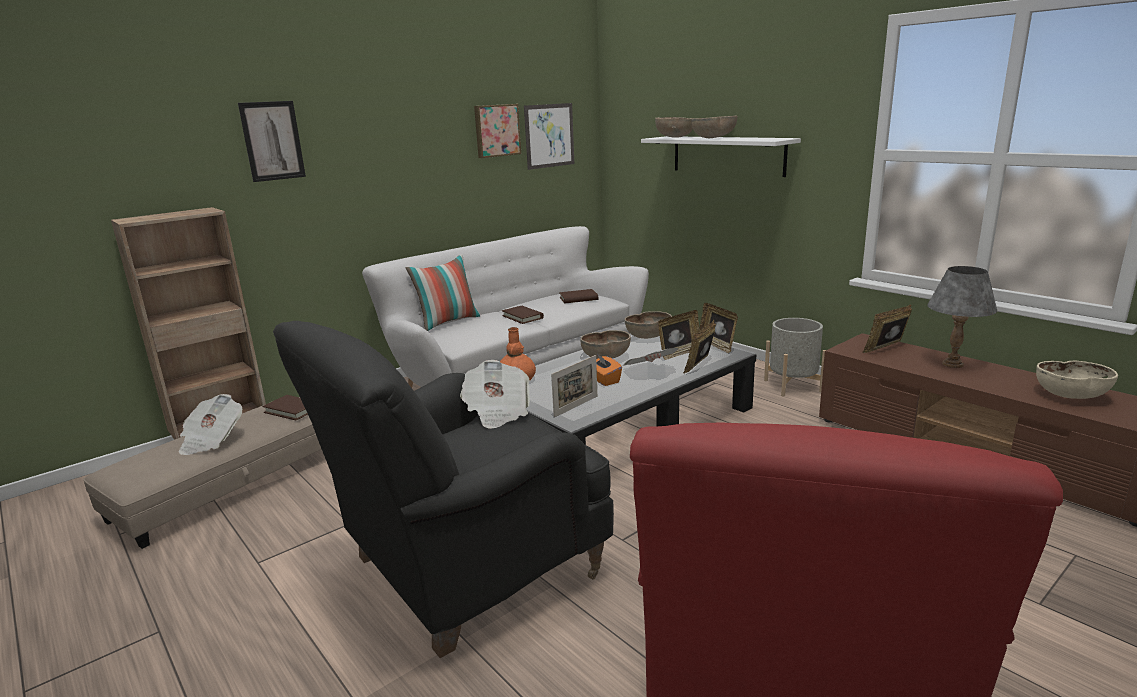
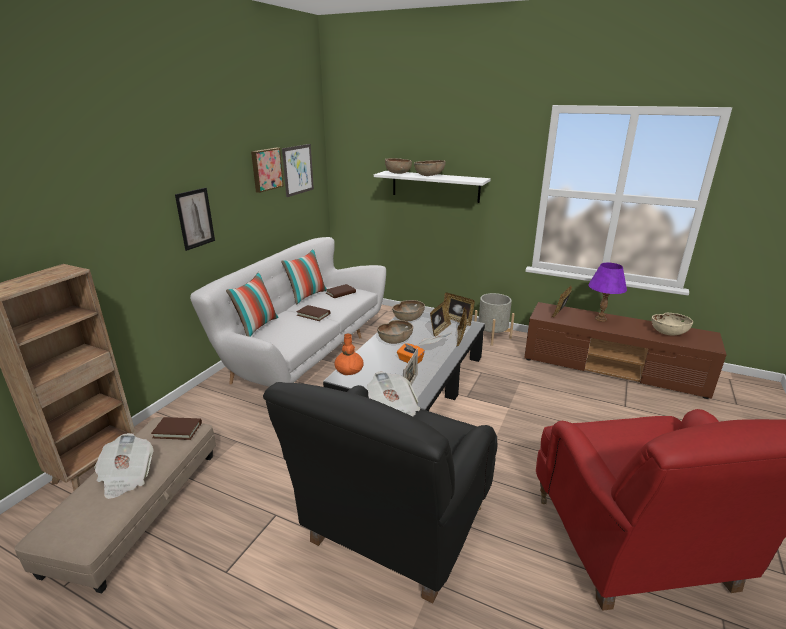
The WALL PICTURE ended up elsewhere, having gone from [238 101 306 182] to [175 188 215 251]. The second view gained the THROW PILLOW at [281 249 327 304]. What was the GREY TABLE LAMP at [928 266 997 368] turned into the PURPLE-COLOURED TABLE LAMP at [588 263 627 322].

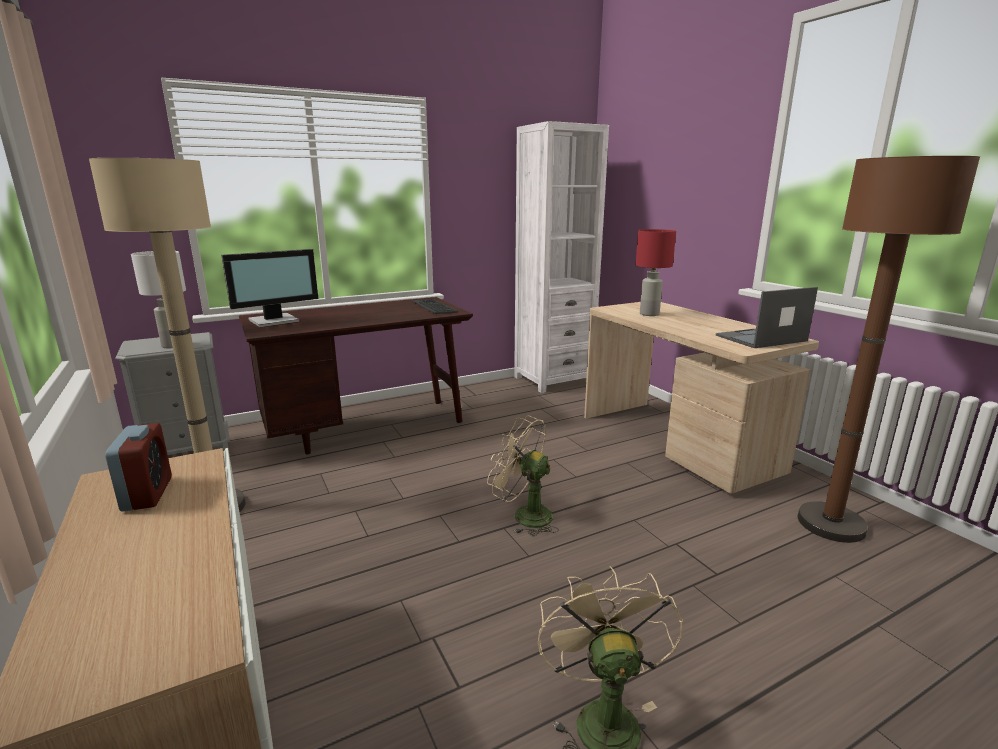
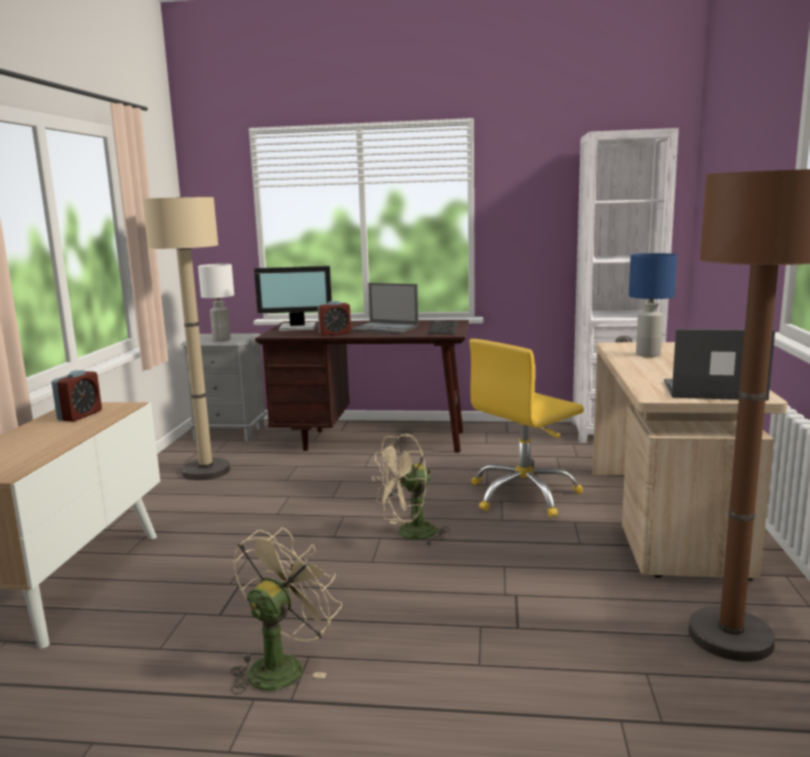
The second view gained the TABLE CLOCK at [318 301 351 336]. The second view gained the NOTEBOOK COMPUTER at [351 283 419 334]. The SAND-COLOURED ELECTRIC FAN at [487 416 559 537] ended up facing another way, 90 degrees counterclockwise from before. The second view gained the YELLOWISH COMPUTER CHAIR at [469 339 584 517]. What was the RED TABLE LAMP at [636 229 676 316] turned into the BLUE TABLE LAMP at [629 253 677 357].

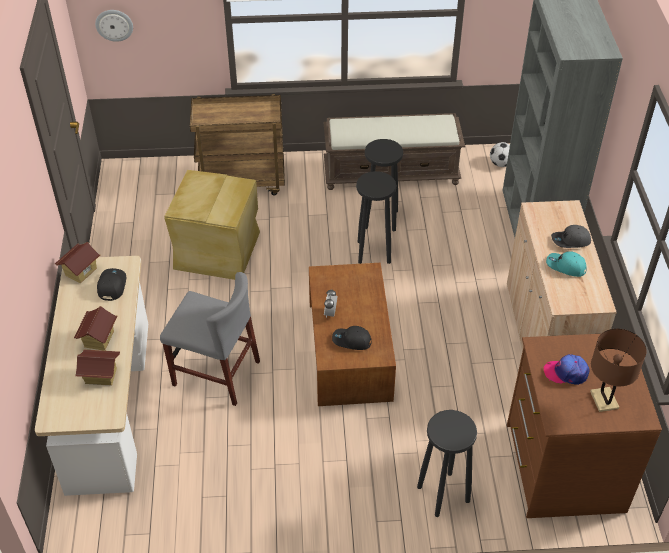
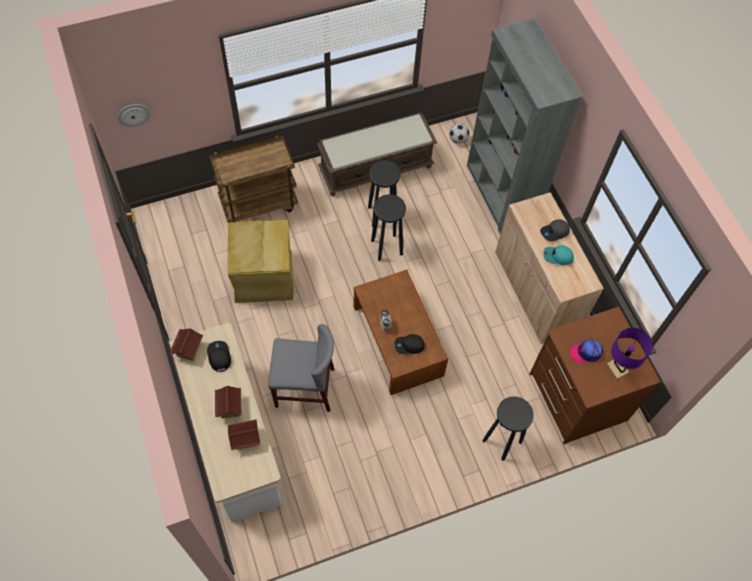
What was the BROWNISH TABLE LAMP at [590 329 647 412] turned into the PURPLE-COLOURED TABLE LAMP at [607 328 653 379].

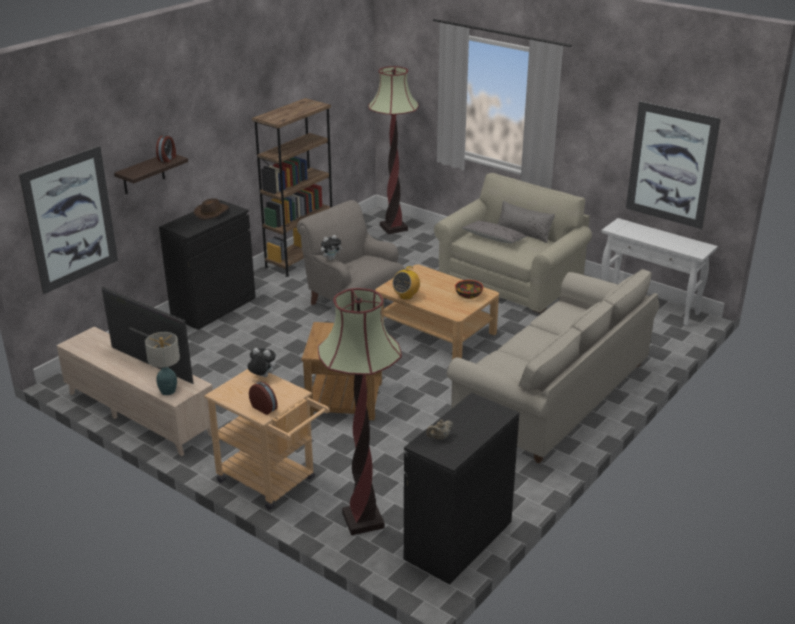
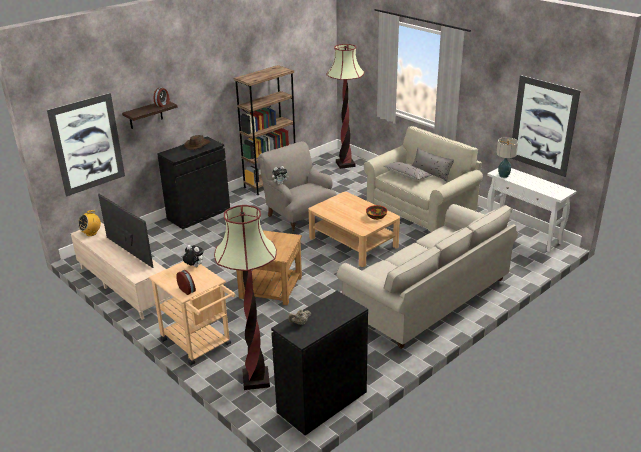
The RADIO SET ended up elsewhere, having gone from [392 266 420 300] to [78 210 101 236]. The TABLE LAMP ended up elsewhere, having gone from [145 332 180 395] to [496 137 518 178].

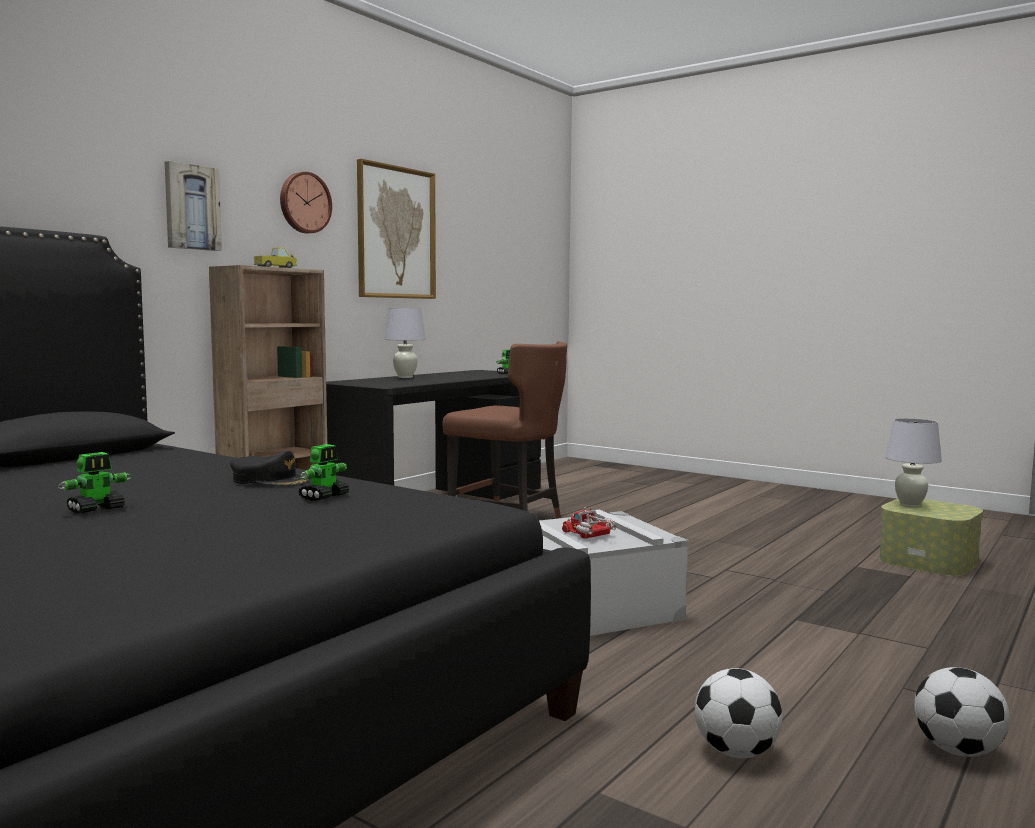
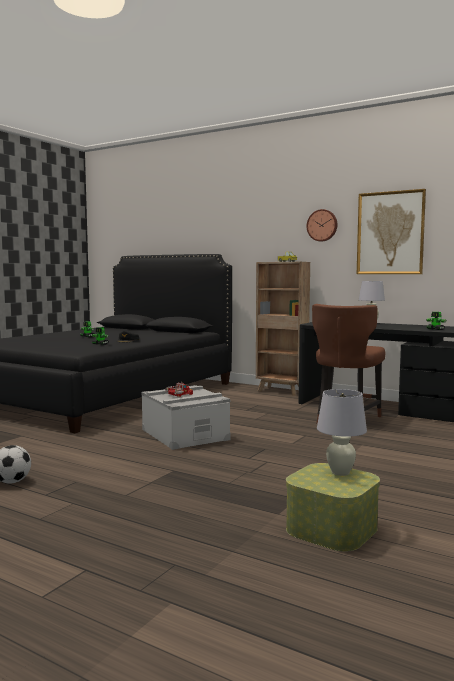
The second view lost the WALL PICTURE at [165 161 222 251]. The second view lost the BALL FOR FOOTBALL at [695 668 783 758].

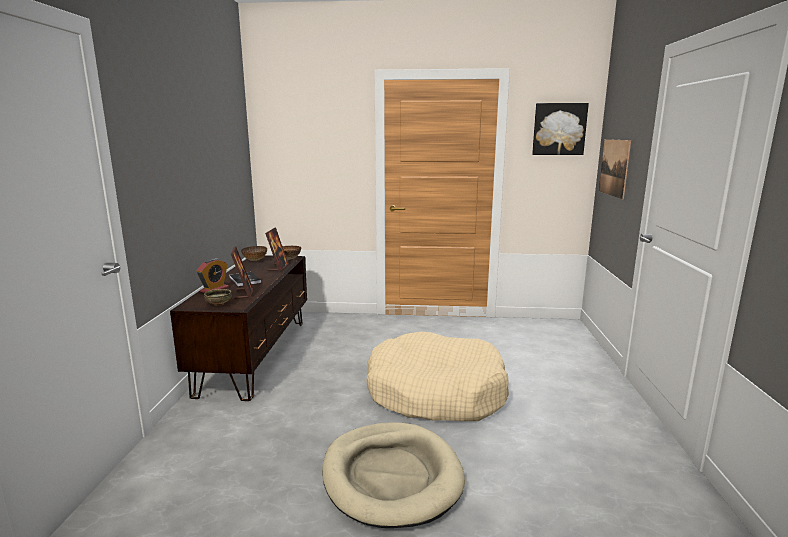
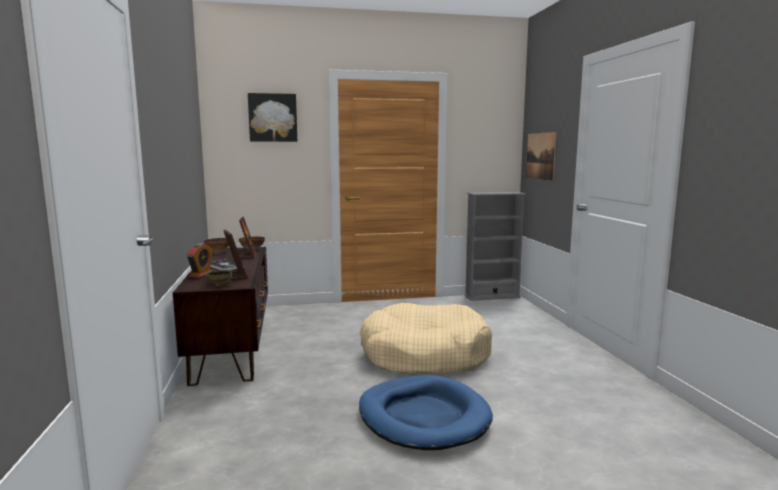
The WALL PICTURE ended up elsewhere, having gone from [532 103 589 155] to [248 93 297 142]. What was the SAND-COLOURED PET BED at [322 422 465 528] turned into the BLUE PET BED at [359 375 493 450]. The second view gained the GREY SHELVING UNIT at [464 192 526 301].

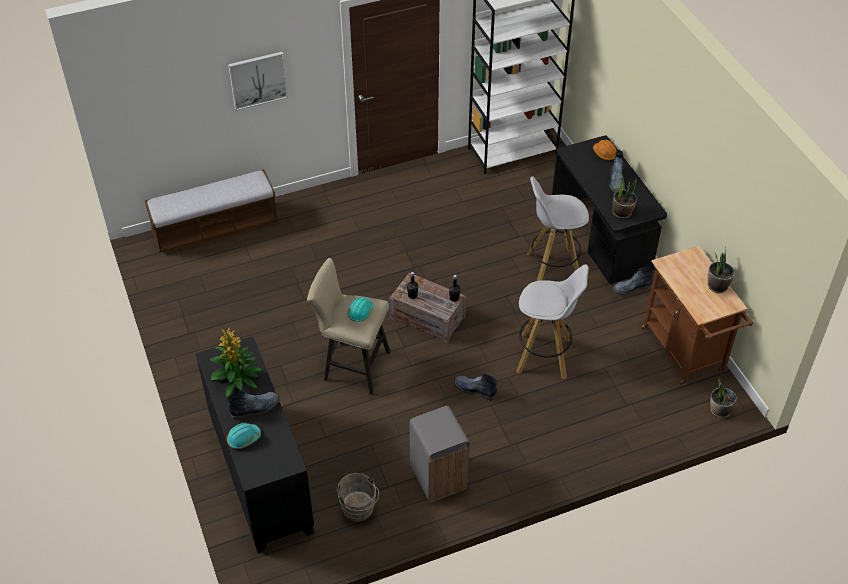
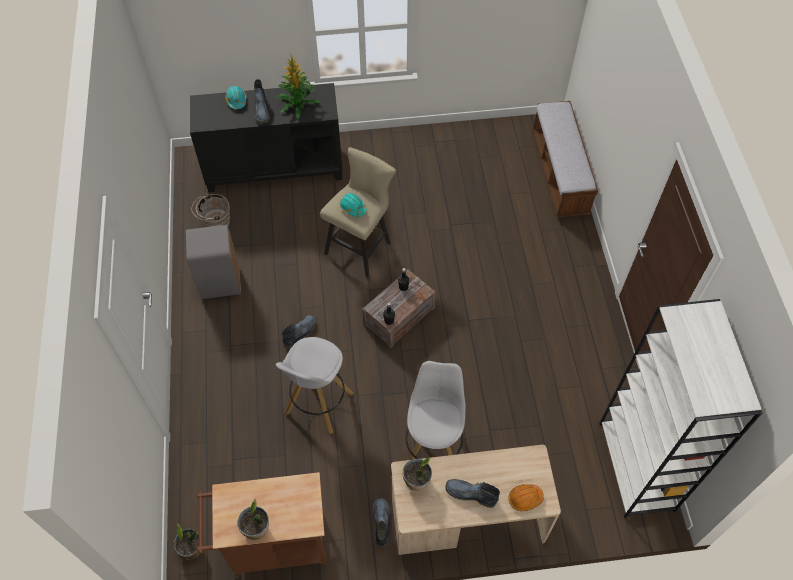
What was the BLACKISH DESK TABLE at [552 136 667 284] turned into the SAND-COLOURED DESK TABLE at [391 445 561 555]. The second view lost the WALL PICTURE at [228 52 288 111].

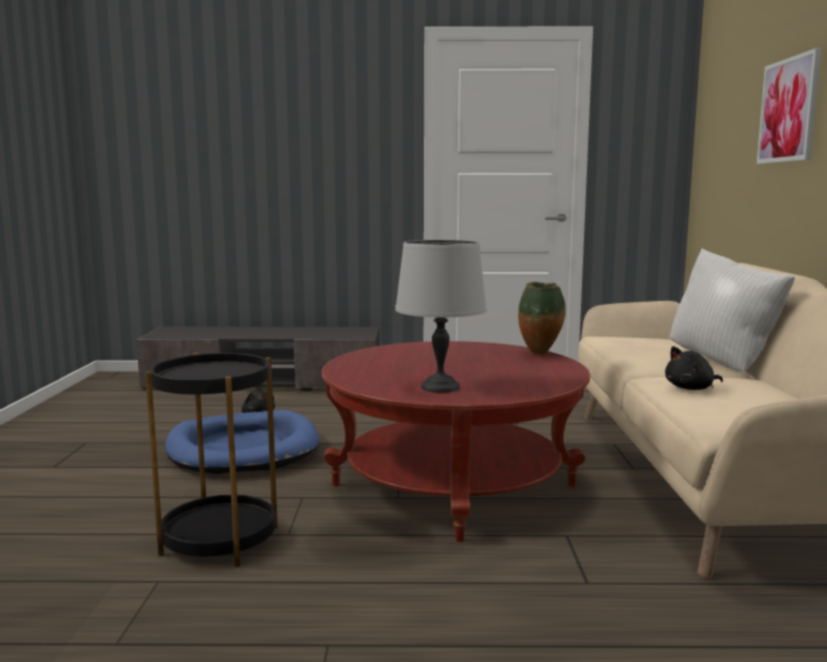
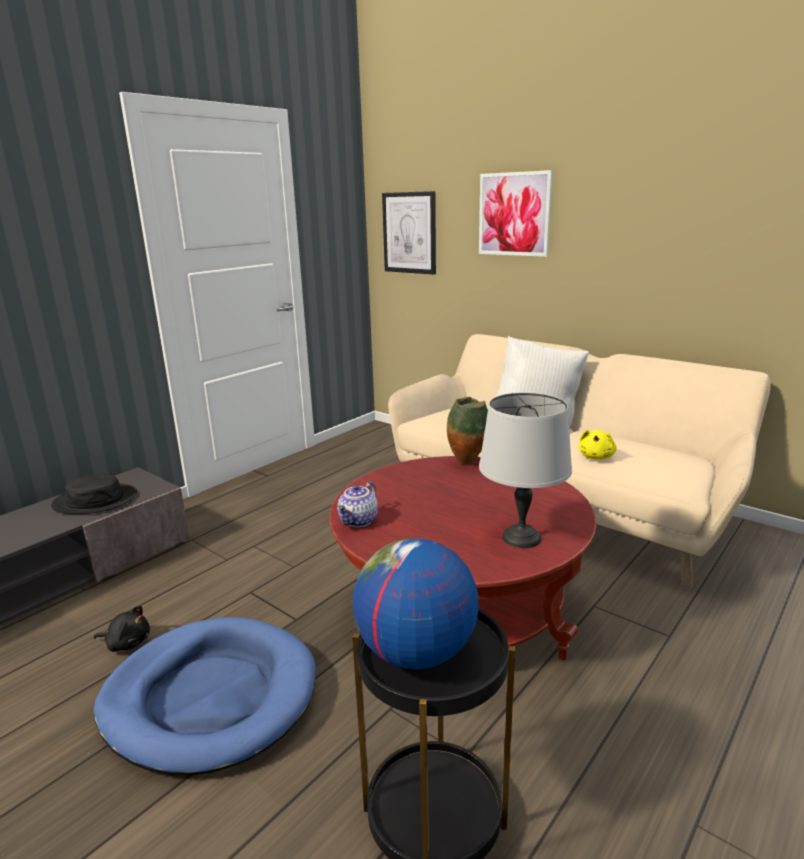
The second view gained the BLACKISH HAT at [51 474 137 514]. The second view gained the TEA POT at [337 481 378 527]. The second view gained the DESK GLOBE at [353 538 479 669]. The second view gained the WALL PICTURE at [382 191 436 275]. What was the BLACKISH CUDDLY TOY at [665 346 723 390] turned into the YELLOWISH CUDDLY TOY at [578 430 617 460].

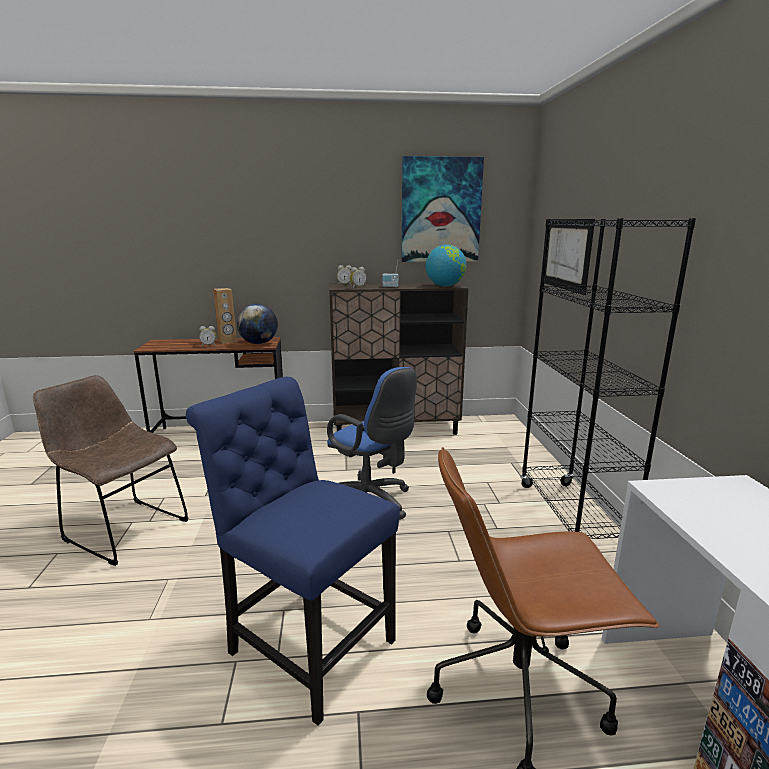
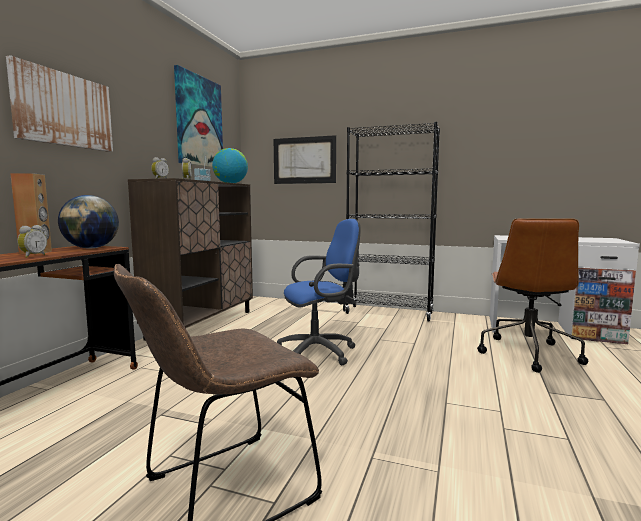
The second view gained the WALL PICTURE at [6 55 113 152]. The second view lost the BLUE UPRIGHT CHAIR at [186 377 400 726].

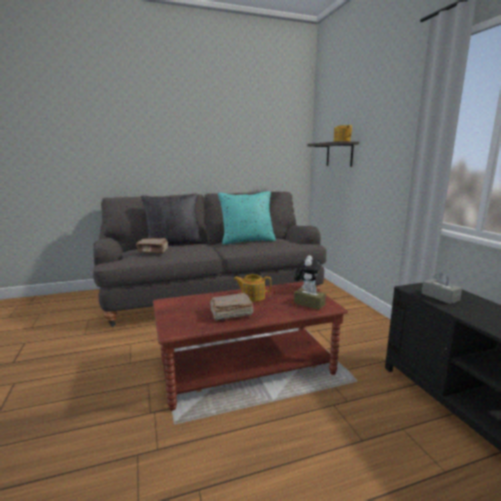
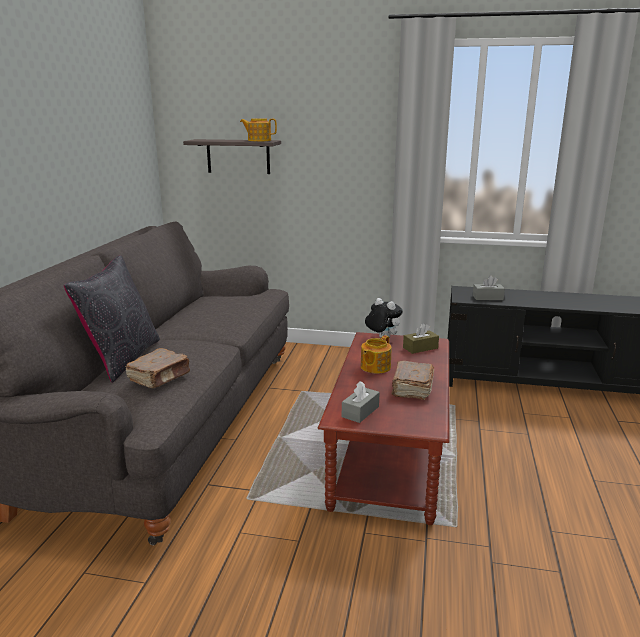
The second view gained the GREY BOX OF TISSUES at [342 381 380 423]. The second view lost the TURQUOISE THROW PILLOW at [218 191 276 245].

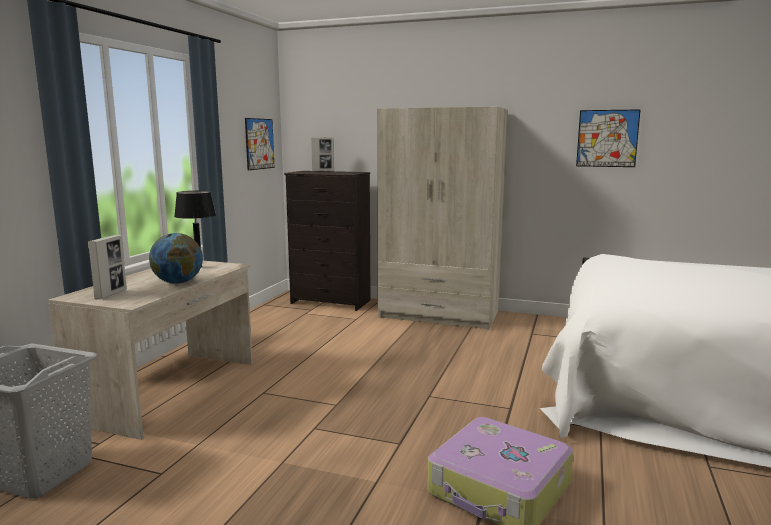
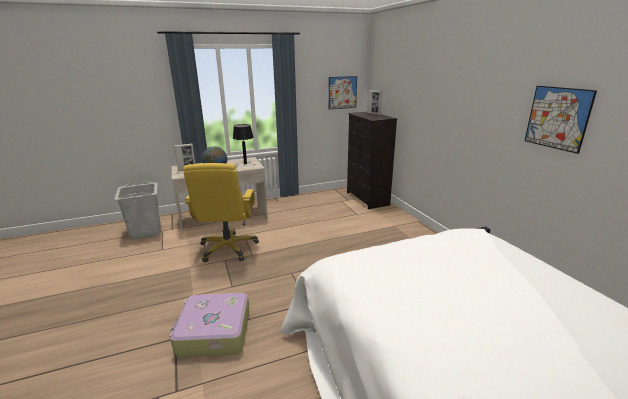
The second view gained the YELLOWISH COMPUTER CHAIR at [184 163 259 262]. The second view lost the SAND-COLOURED CLOTHES CUPBOARD at [377 107 507 330].

